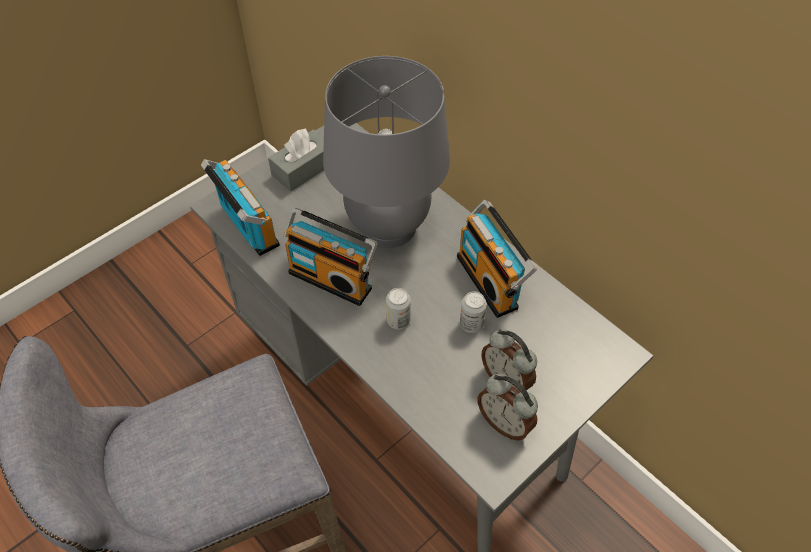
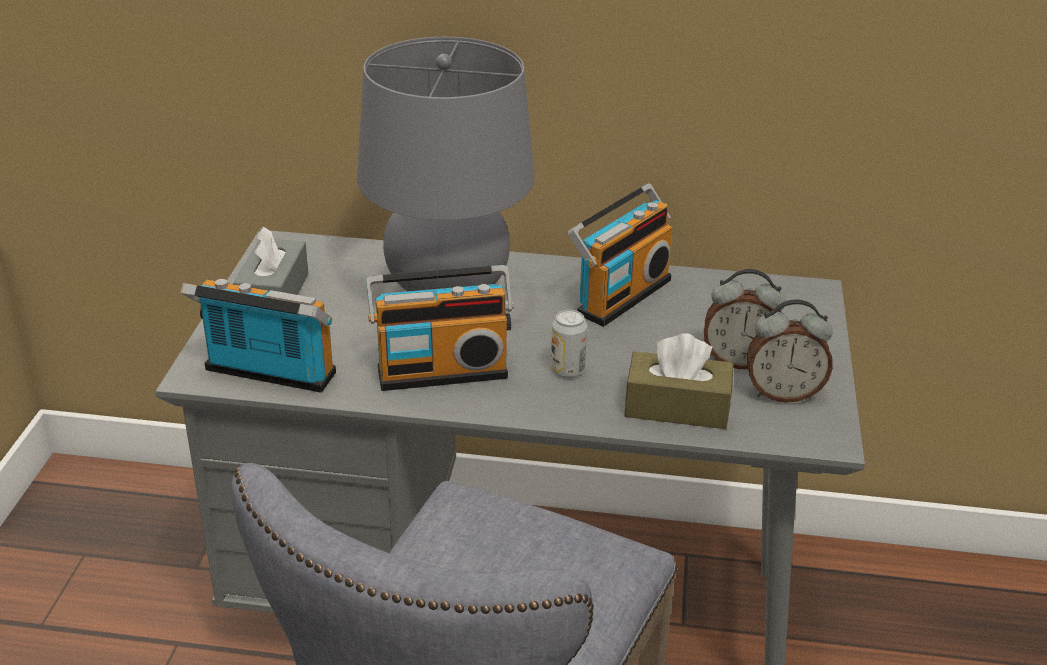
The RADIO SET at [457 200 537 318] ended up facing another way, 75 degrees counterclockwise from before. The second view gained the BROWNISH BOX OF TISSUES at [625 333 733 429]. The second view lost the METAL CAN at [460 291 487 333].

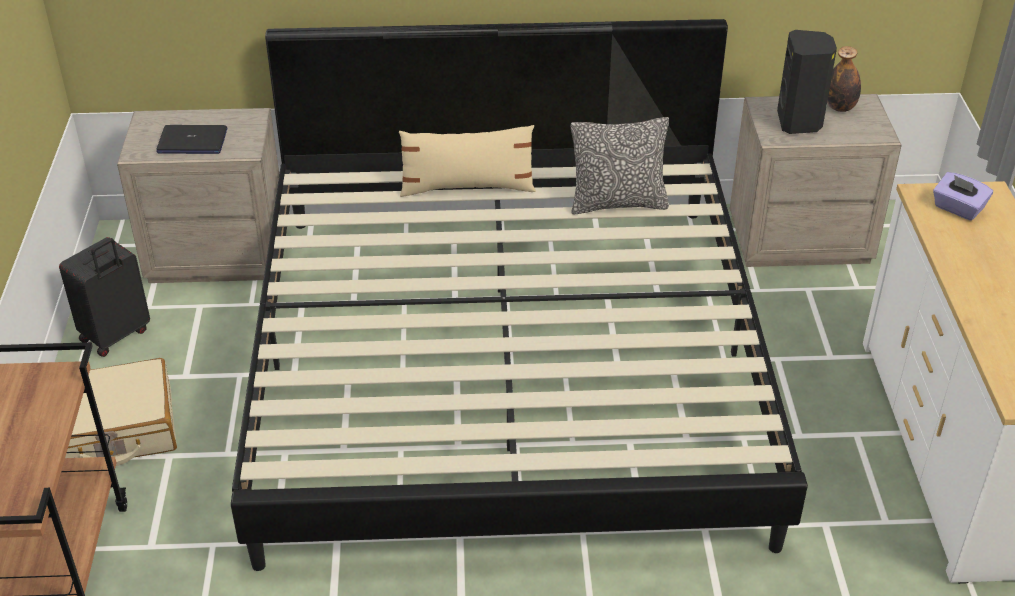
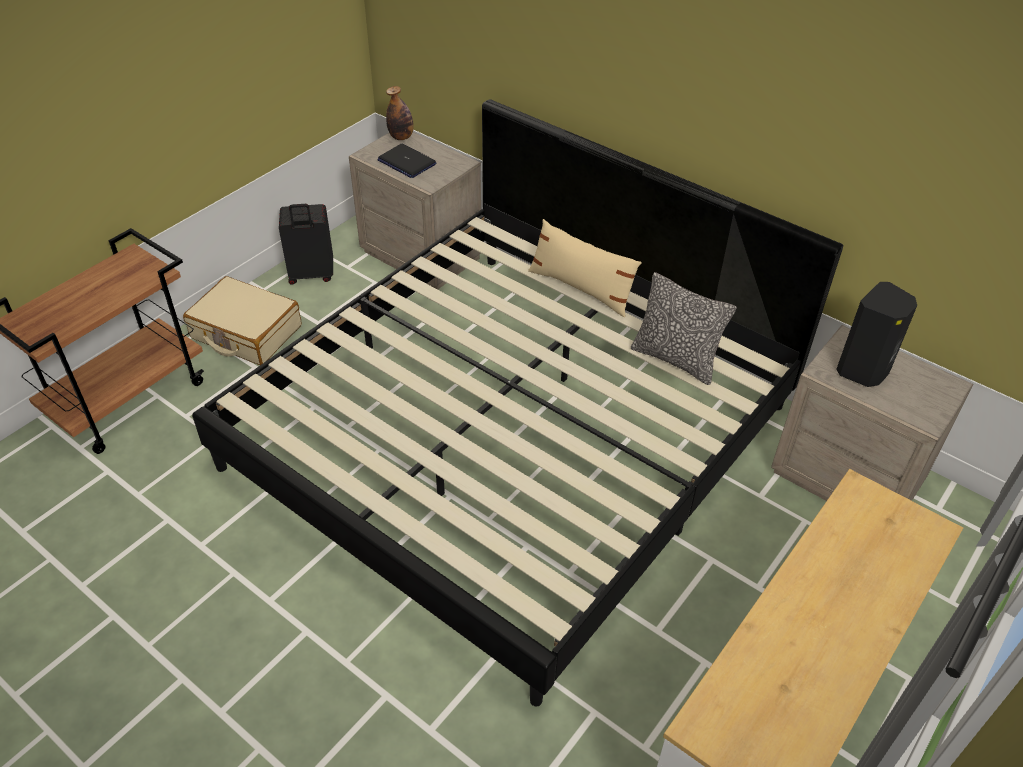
The DRINK BOTTLE ended up elsewhere, having gone from [827 46 861 112] to [386 86 414 140]. The second view lost the PURPLE-COLOURED BOX OF TISSUES at [933 172 993 221].

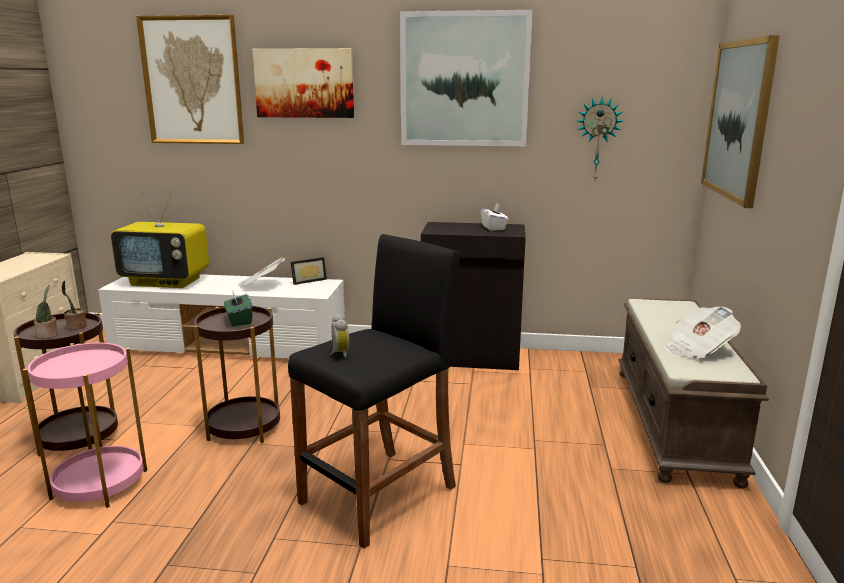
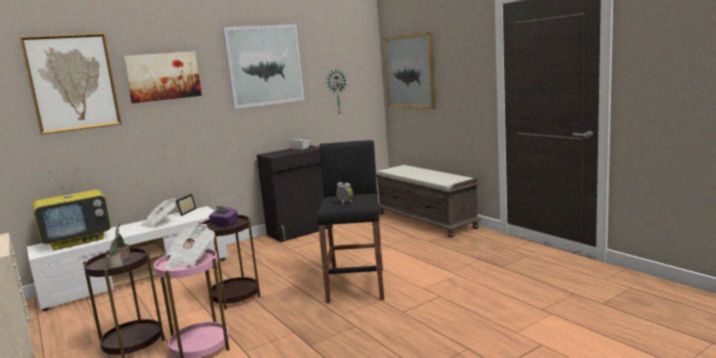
The PRINTED PAPER ended up elsewhere, having gone from [664 306 741 358] to [165 224 215 269]. What was the GREENISH BOX OF TISSUES at [224 290 253 326] turned into the PURPLE-COLOURED BOX OF TISSUES at [209 206 238 226].

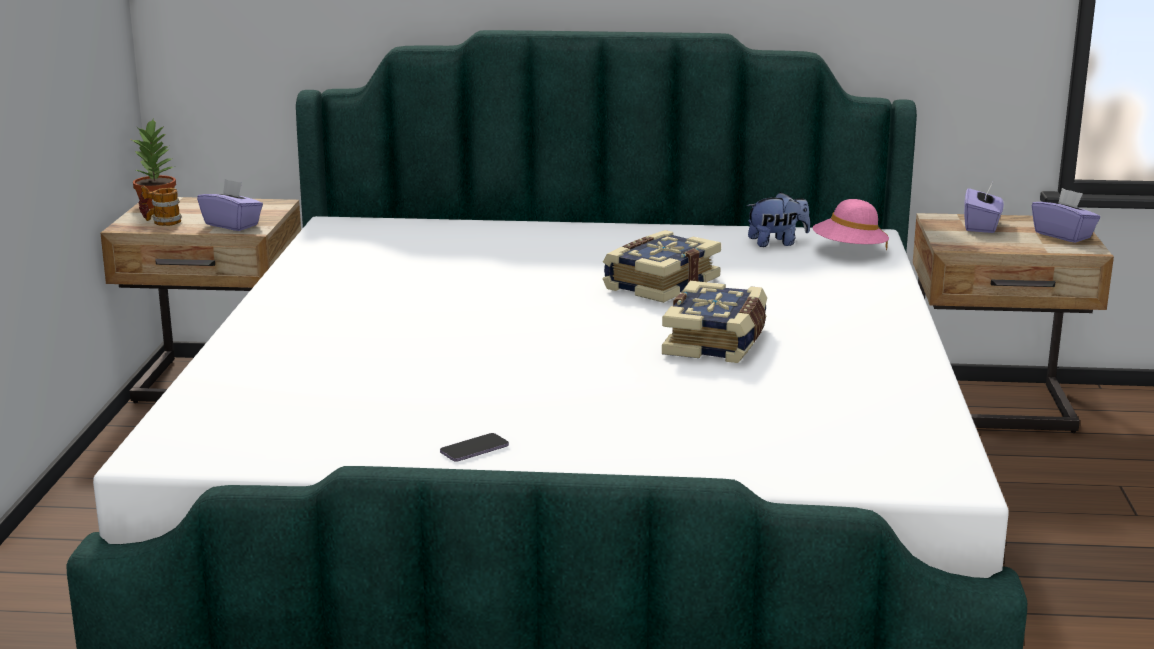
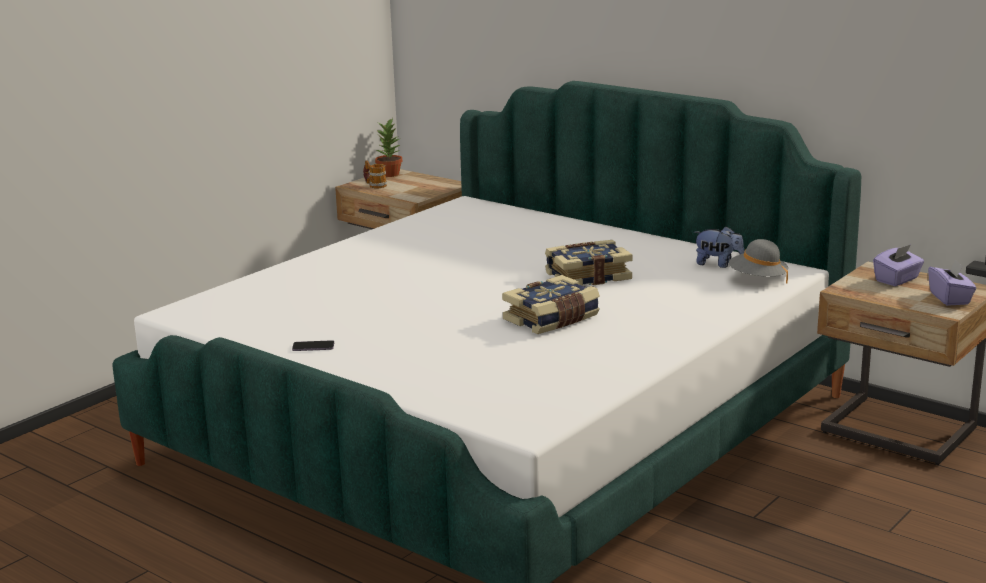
What was the PINKISH HAT at [813 199 889 250] turned into the GREY HAT at [729 239 788 284]. The second view lost the PURPLE-COLOURED BOX OF TISSUES at [197 179 263 231].

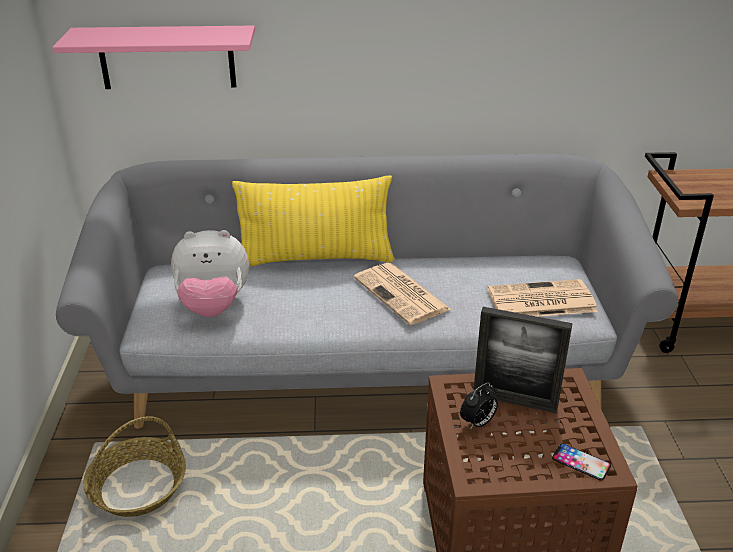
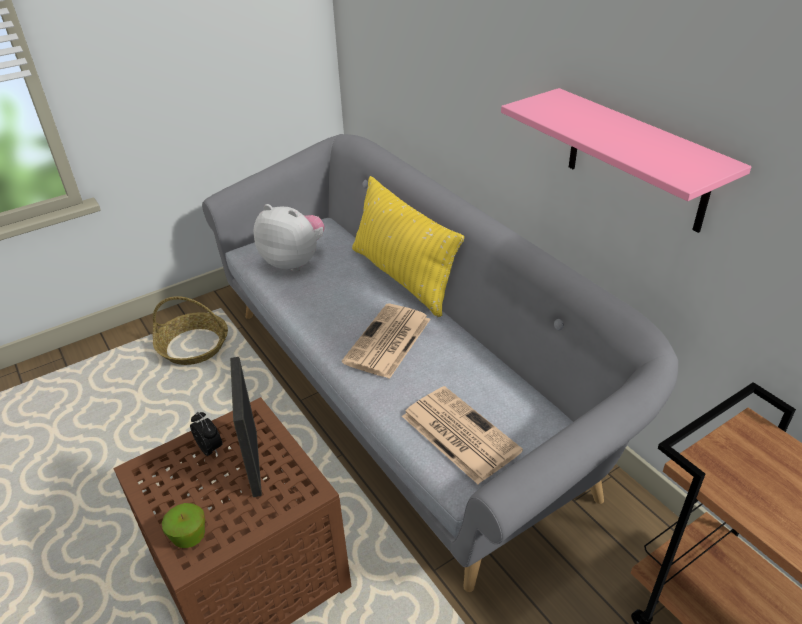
Where the PHONE stood at [552 443 611 481], the WHOLE APPLE came to stand at [162 503 205 548]. The TABLE CLOCK at [460 382 498 430] ended up facing another way, 150 degrees counterclockwise from before. The CUDDLY TOY at [171 230 249 317] ended up facing another way, 150 degrees clockwise from before. The PINKISH WALL SHELF ended up elsewhere, having gone from [52 26 255 89] to [501 88 751 233].

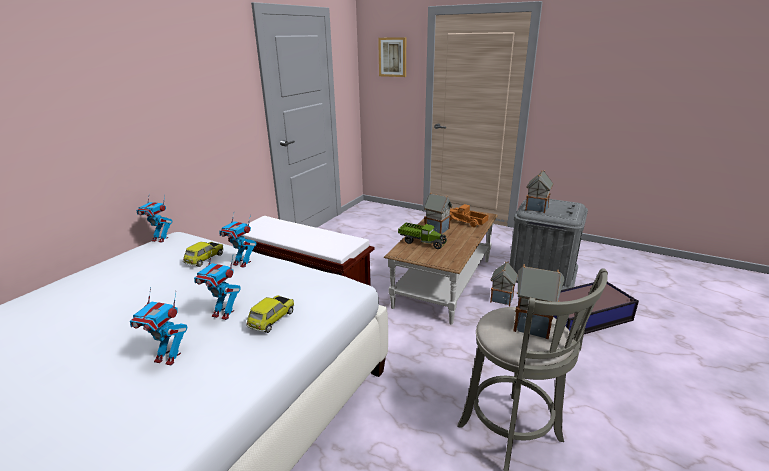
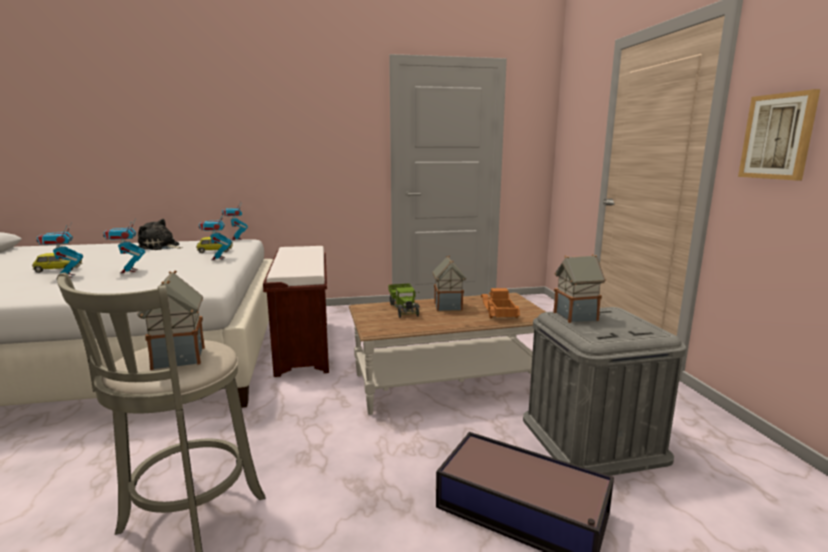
The TOY CAR ended up elsewhere, having gone from [246 295 294 333] to [32 253 83 273]. The second view gained the CUDDLY TOY at [138 219 183 250]. The WALL PICTURE ended up elsewhere, having gone from [378 37 406 77] to [738 89 820 180]. The second view lost the MODEL HOUSE at [490 261 518 306].

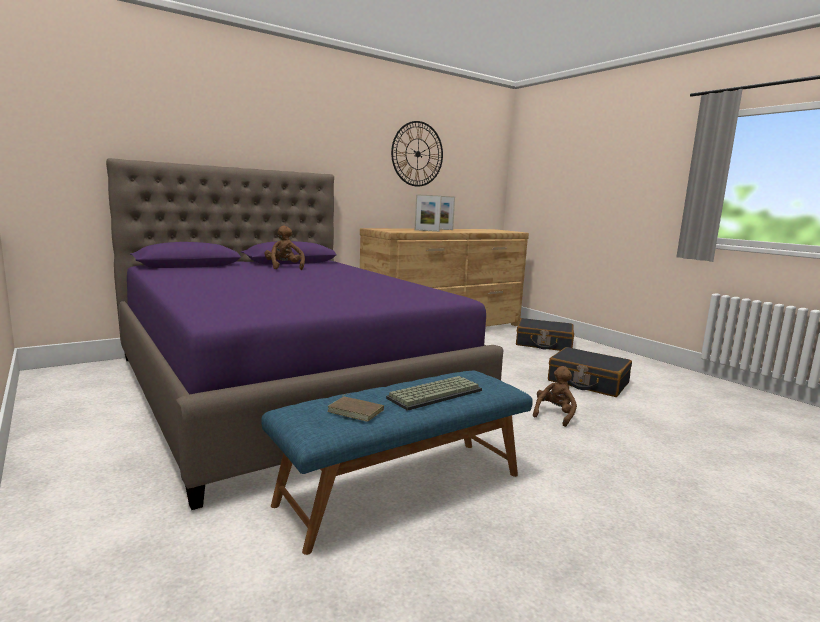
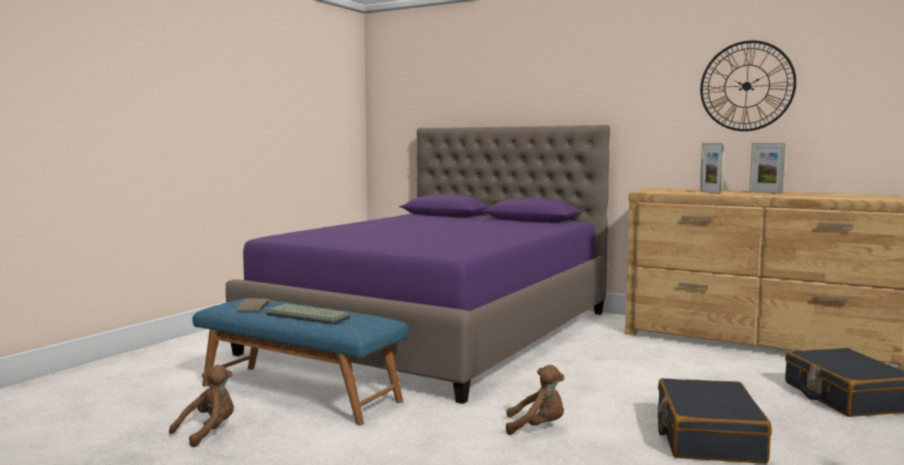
The BROWNISH CUDDLY TOY ended up elsewhere, having gone from [264 226 305 270] to [169 365 234 447].

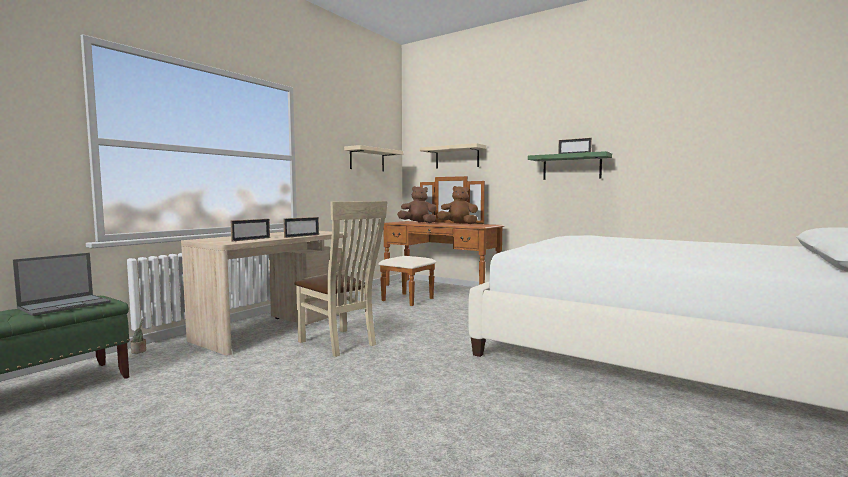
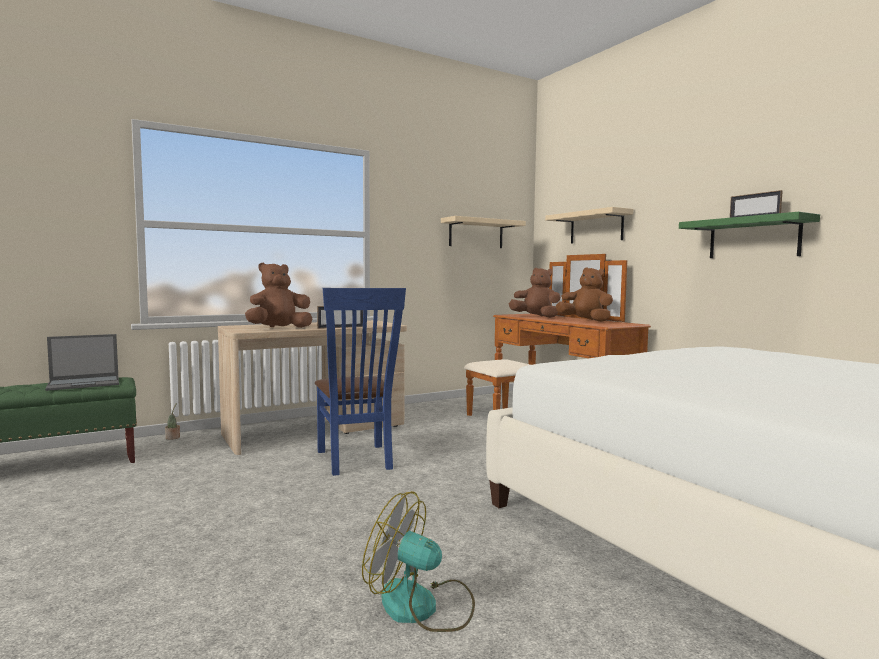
Where the STANDING FRAME stood at [231 219 270 242], the BROWNISH CUDDLY TOY came to stand at [245 263 312 328]. What was the SAND-COLOURED UPRIGHT CHAIR at [294 201 388 357] turned into the BLUE UPRIGHT CHAIR at [315 288 406 476]. The second view gained the ELECTRIC FAN at [362 491 475 632].

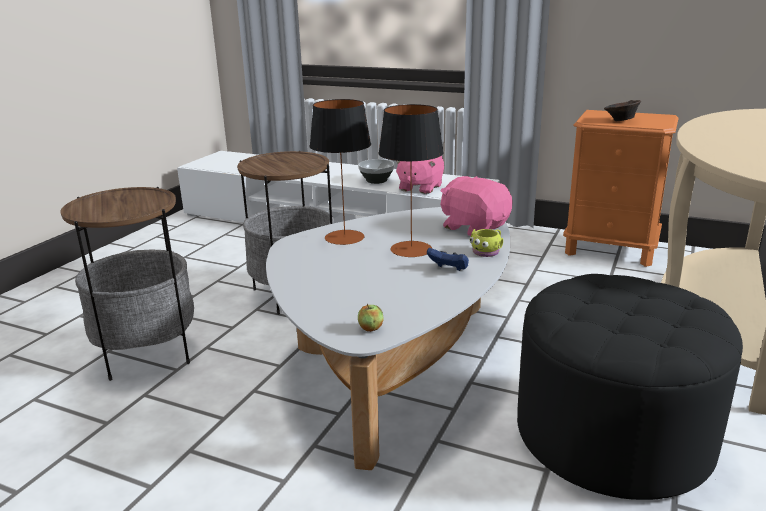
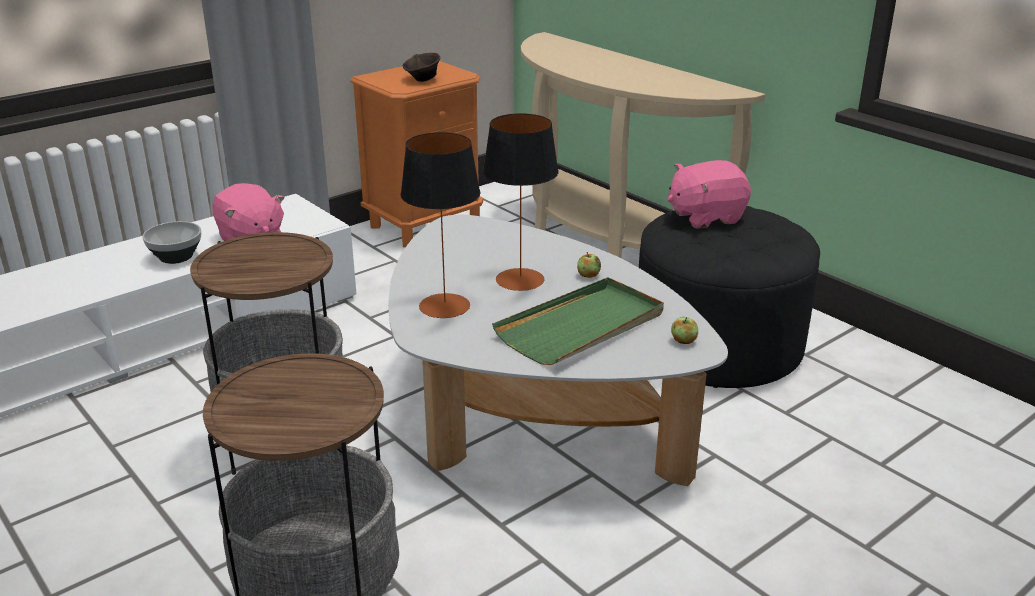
The second view gained the GREENISH SERVING TRAY at [492 277 664 365]. Where the BLUE GAME CONTROLLER stood at [427 248 469 271], the WHOLE APPLE came to stand at [577 252 601 278]. The PINKISH CUDDLY TOY ended up elsewhere, having gone from [440 176 513 236] to [667 160 751 229]. The second view lost the YELLOWISH TEA MUG at [470 229 503 257].

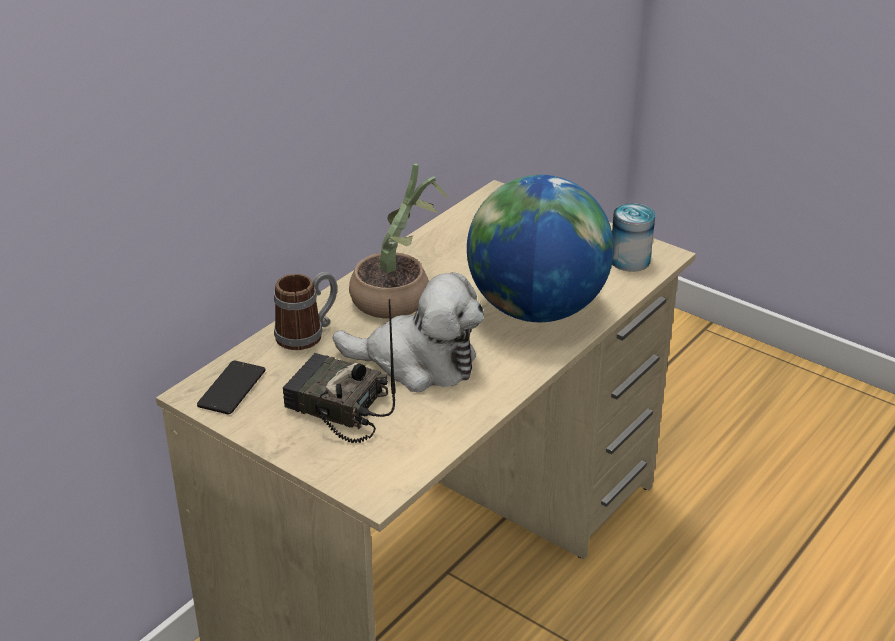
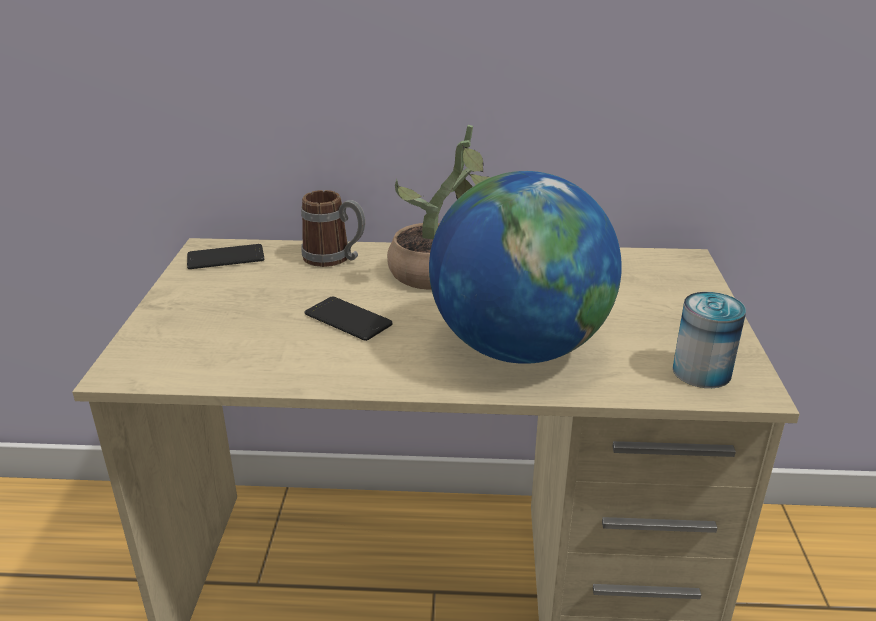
Where the CUDDLY TOY stood at [333 272 484 392], the PHONE came to stand at [305 297 393 341]. The second view lost the RADIO SET at [283 299 396 443].

